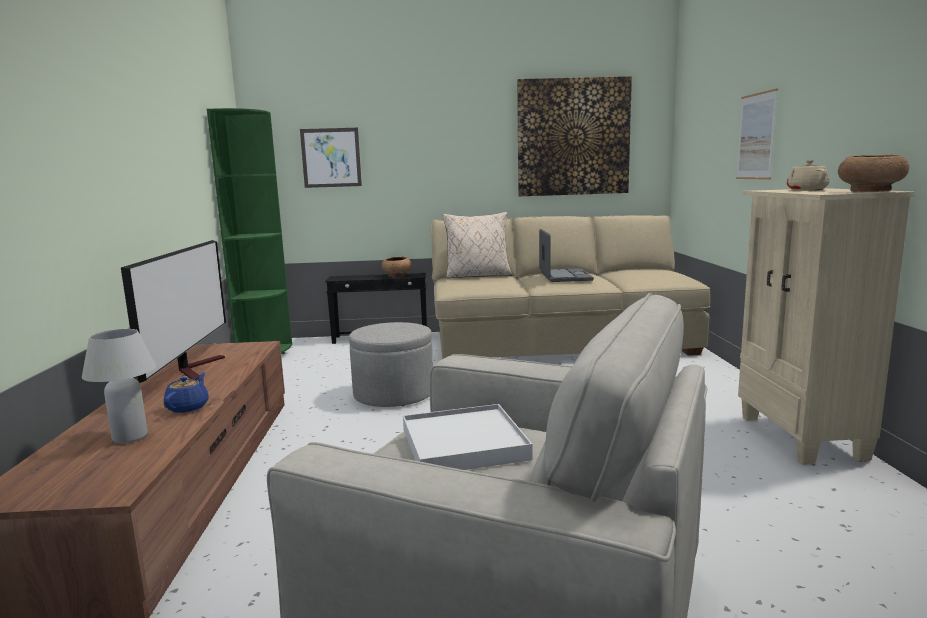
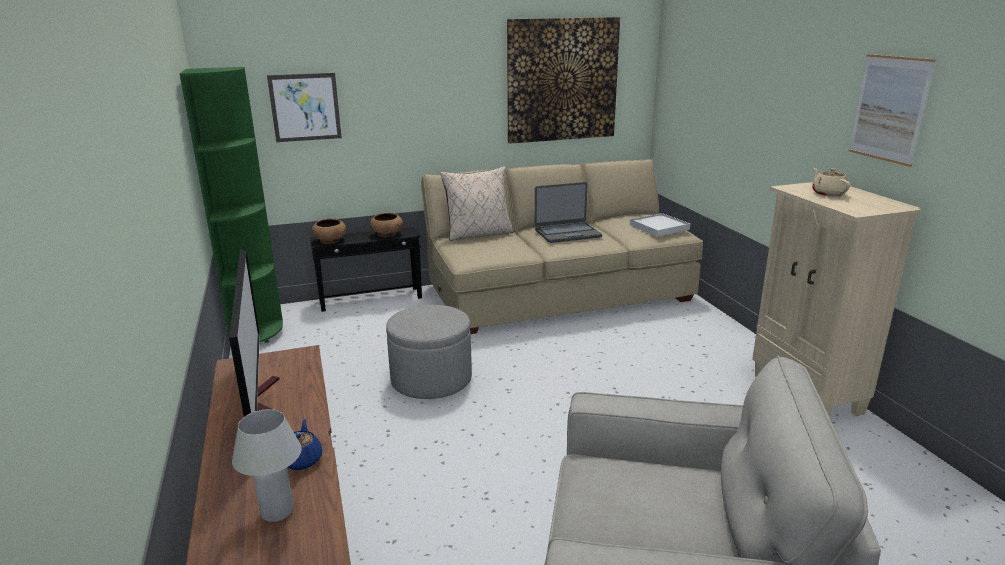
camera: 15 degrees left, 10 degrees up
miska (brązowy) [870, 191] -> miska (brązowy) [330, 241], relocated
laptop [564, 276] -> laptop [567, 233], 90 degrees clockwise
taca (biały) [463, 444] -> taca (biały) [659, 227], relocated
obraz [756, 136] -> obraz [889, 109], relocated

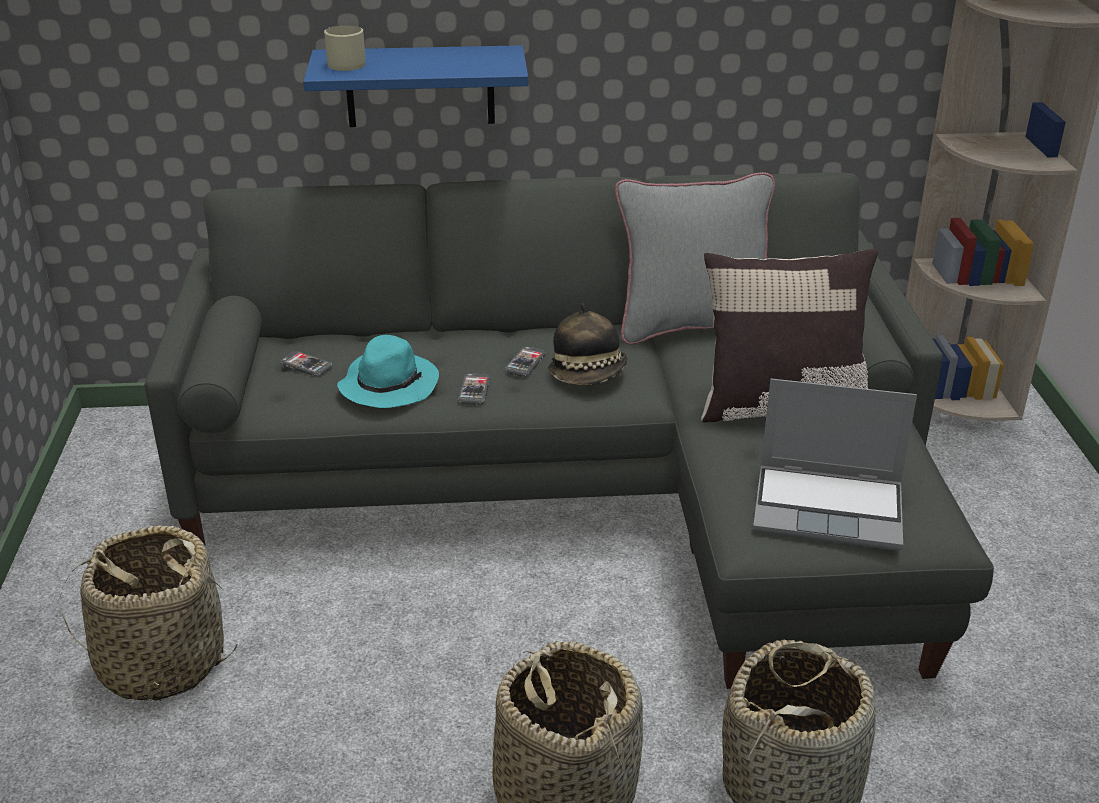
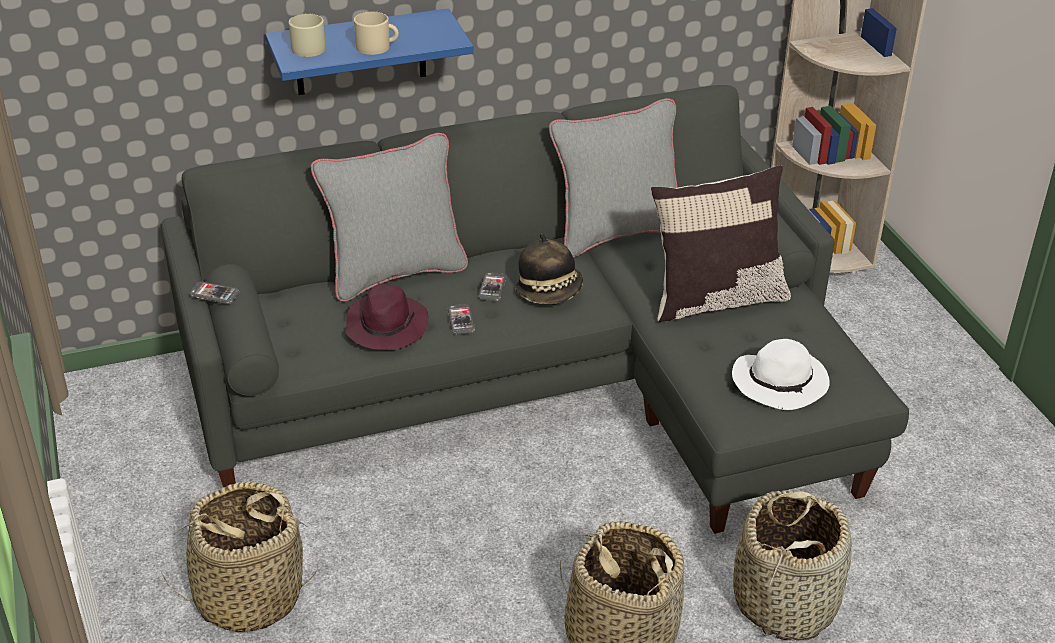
camera: 15 degrees left, 5 degrees up
telefon [306, 365] -> telefon [215, 294], relocated
none -> poduszka (szary) [395, 273]
kapelusz (turkusowy) [388, 385] -> kapelusz (fioletowy) [386, 326]
none -> kubek (beżowy) [377, 47]
laptop [830, 508] -> kapelusz (biały) [781, 382]

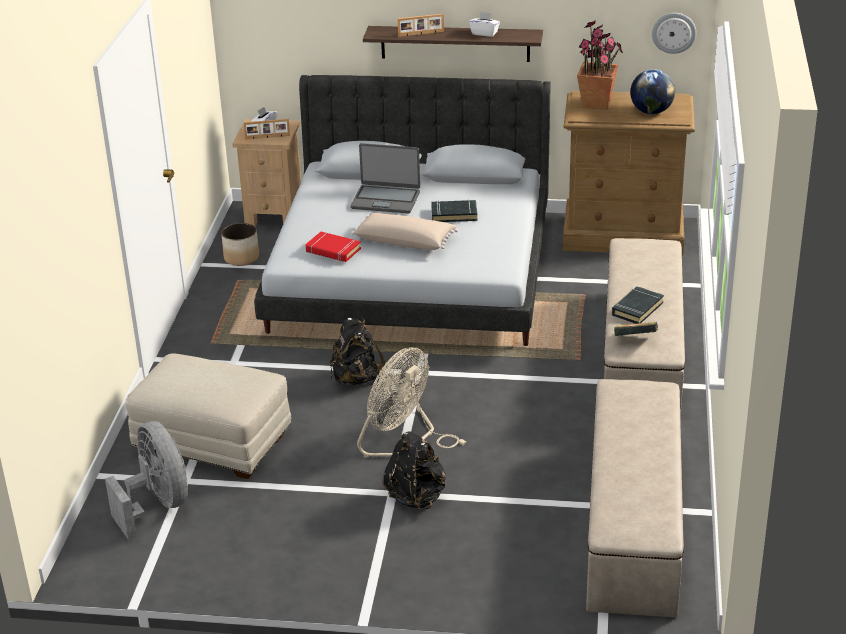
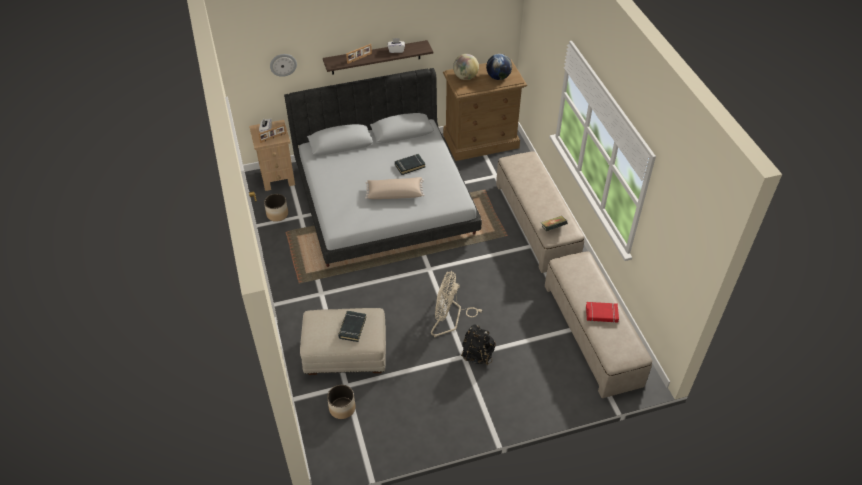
camera: 25 degrees left, 15 degrees up
zegar ścienny [673, 32] -> zegar ścienny [283, 64], relocated
wentylator (szary) [157, 505] -> donica [342, 408]
książka (czarny) [637, 309] -> książka (czarny) [352, 327], relocated
roślina doniczkowa [597, 103] -> globus [465, 77]
książka (czerwony) [333, 250] -> książka (czerwony) [601, 314], relocated
plecak (czarny) [356, 379] -> none
laptop [385, 200] -> none

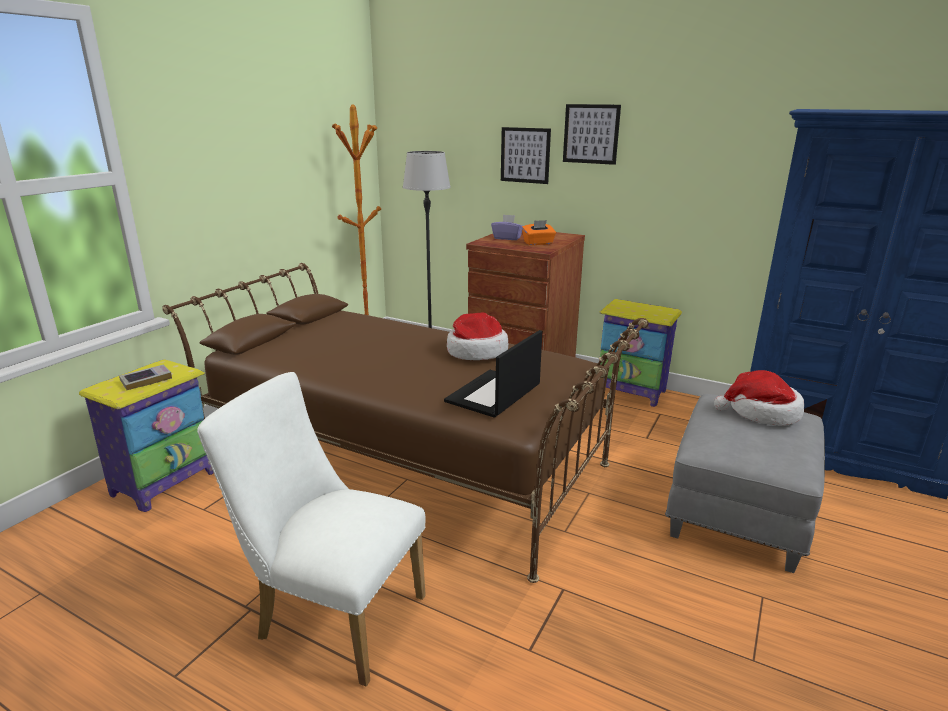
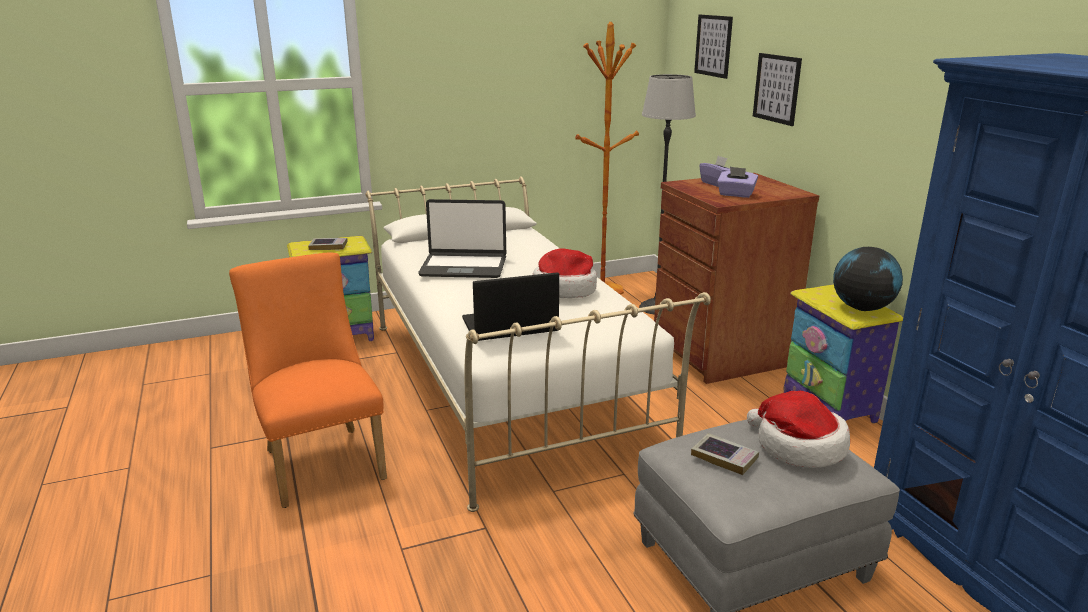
camera: 40 degrees right, 0 degrees up
krzesło (biały) [332, 615] -> krzesło (pomarańczowy) [321, 460]
łóżko (brązowy) [405, 462] -> łóżko (biały) [506, 385]
none -> laptop [464, 267]
none -> książka [724, 457]
obraz [591, 134] -> obraz [713, 45], relocated
pudełko chusteczek (pomarańczowy) [538, 243] -> pudełko chusteczek (fioletowy) [735, 194]
none -> globus [862, 308]

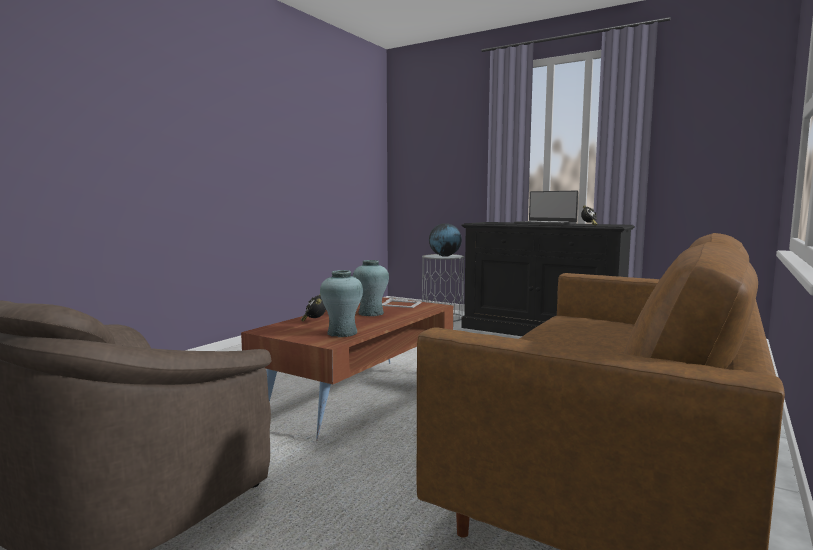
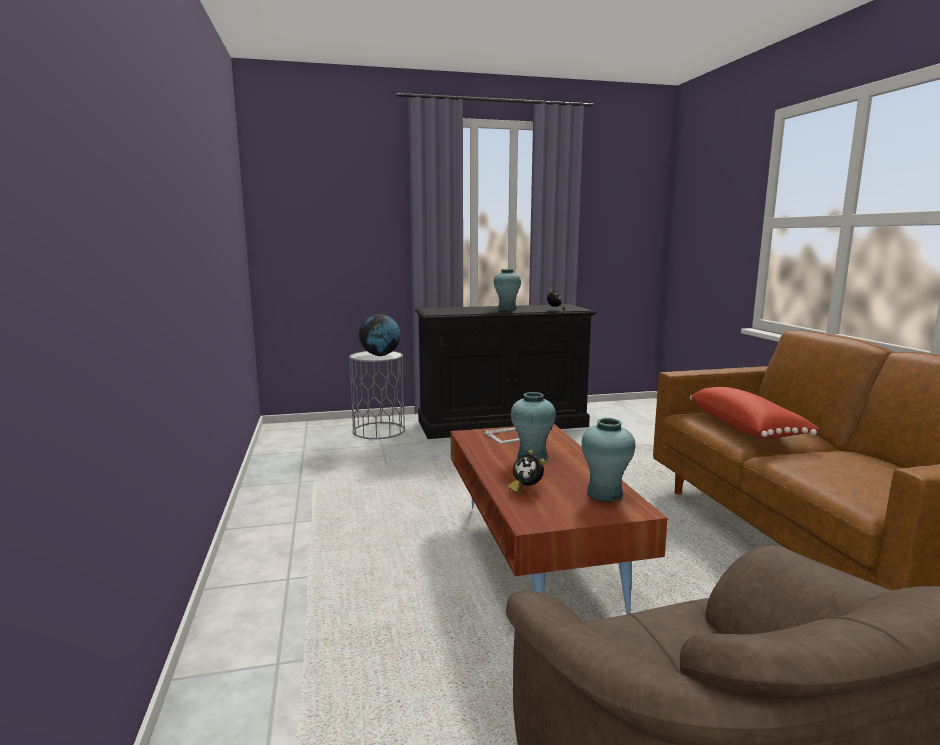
camera: 45 degrees left, 5 degrees up
laptop [545, 224] -> wazon (turkusowy) [507, 309]
none -> poduszka (czerwony) [746, 428]

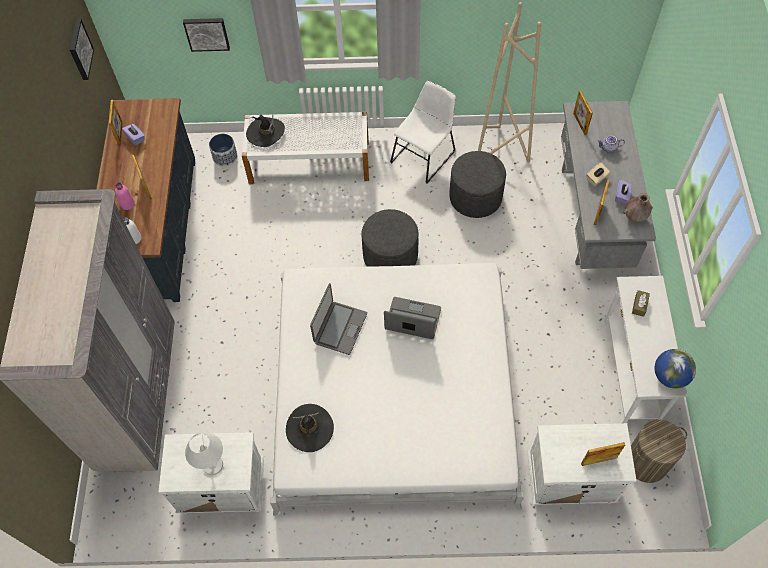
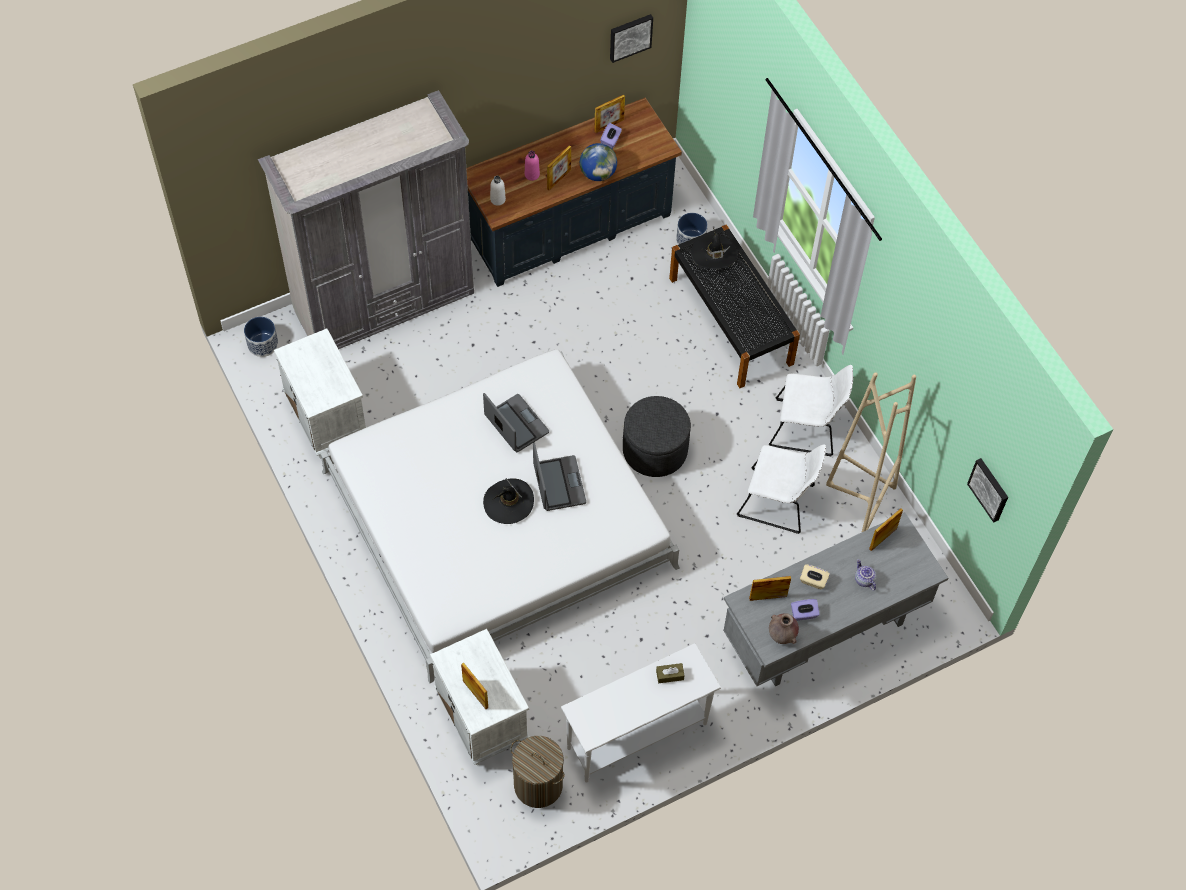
camera: 60 degrees right, 0 degrees up
none -> donica [263, 344]
laptop [340, 328] -> laptop [516, 424], 120 degrees counterclockwise
kapelusz (czarny) [309, 429] -> kapelusz (czarny) [508, 502], relocated
globus [669, 376] -> globus [597, 173], relocated
ławka (biały) [309, 162] -> ławka (czarny) [731, 321]
pufa (szary) [475, 197] -> krzesło (biały) [779, 502]
obraz [207, 33] -> obraz [989, 489], relocated
lampa stołowa (biały) [213, 465] -> none

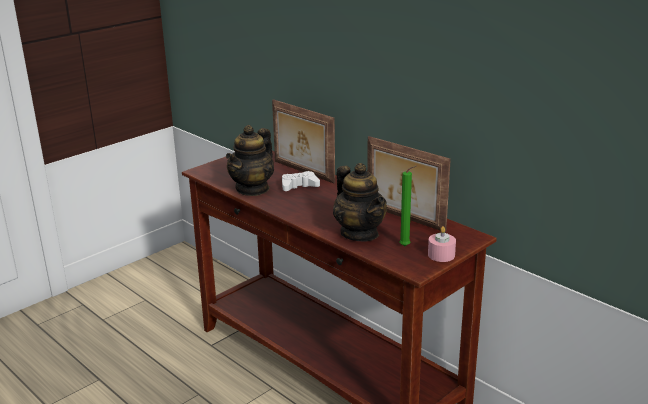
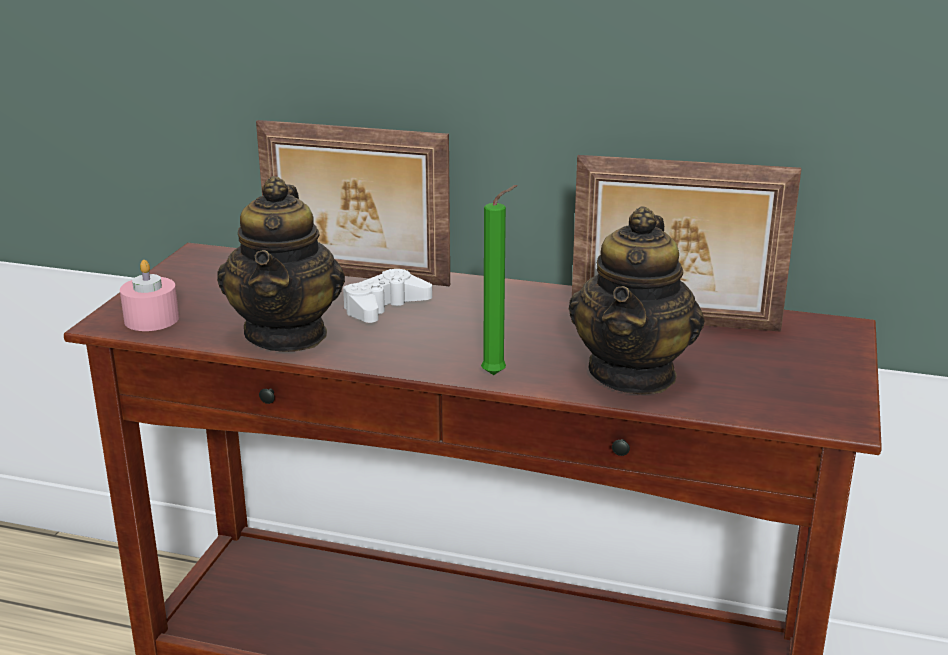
camera: 30 degrees left, 0 degrees up
świeca (różowy) [441, 255] -> świeca (różowy) [151, 319], relocated
świeca (zielony) [406, 246] -> świeca (zielony) [497, 375], relocated
imbryk [360, 233] -> imbryk [633, 373], 75 degrees clockwise

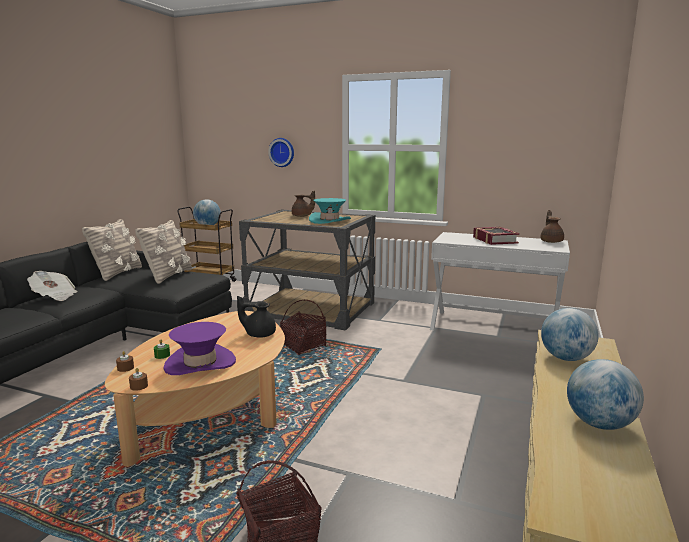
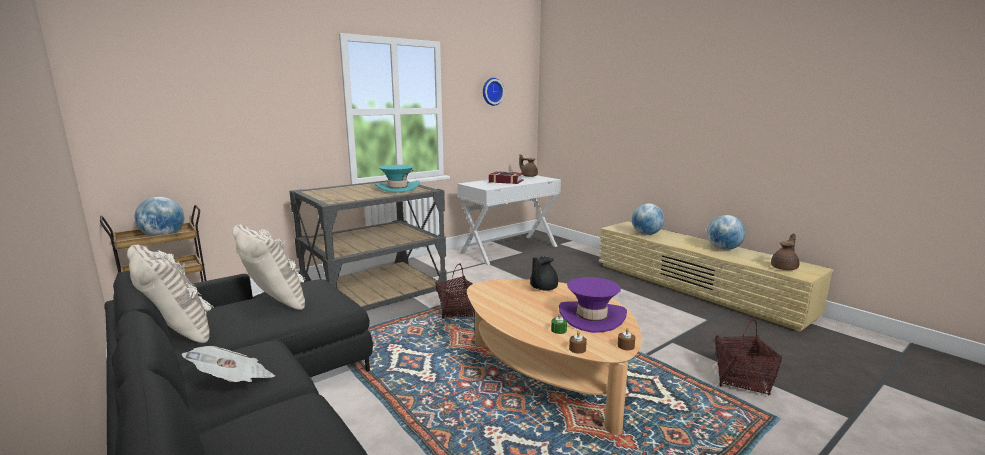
camera: 60 degrees left, 0 degrees up
zegar ścienny [282, 152] -> zegar ścienny [491, 91], relocated
imbryk (brązowy) [302, 216] -> imbryk (brązowy) [784, 268], relocated

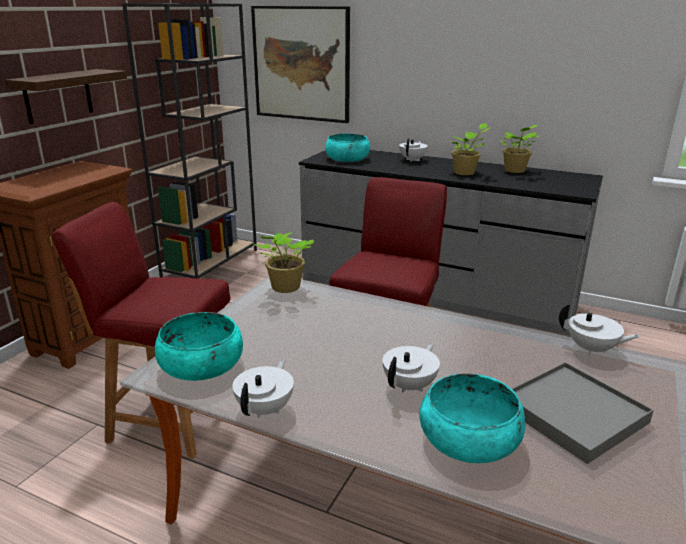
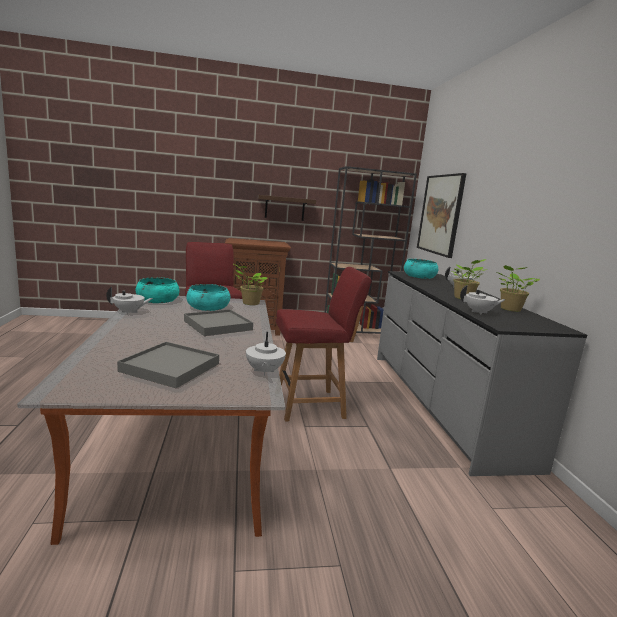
camera: 55 degrees right, 10 degrees down
none -> taca (szary) [218, 325]
miska (turkusowy) [469, 439] -> miska (turkusowy) [208, 307], relocated
imbryk (biały) [410, 385] -> imbryk (biały) [479, 312], relocated

